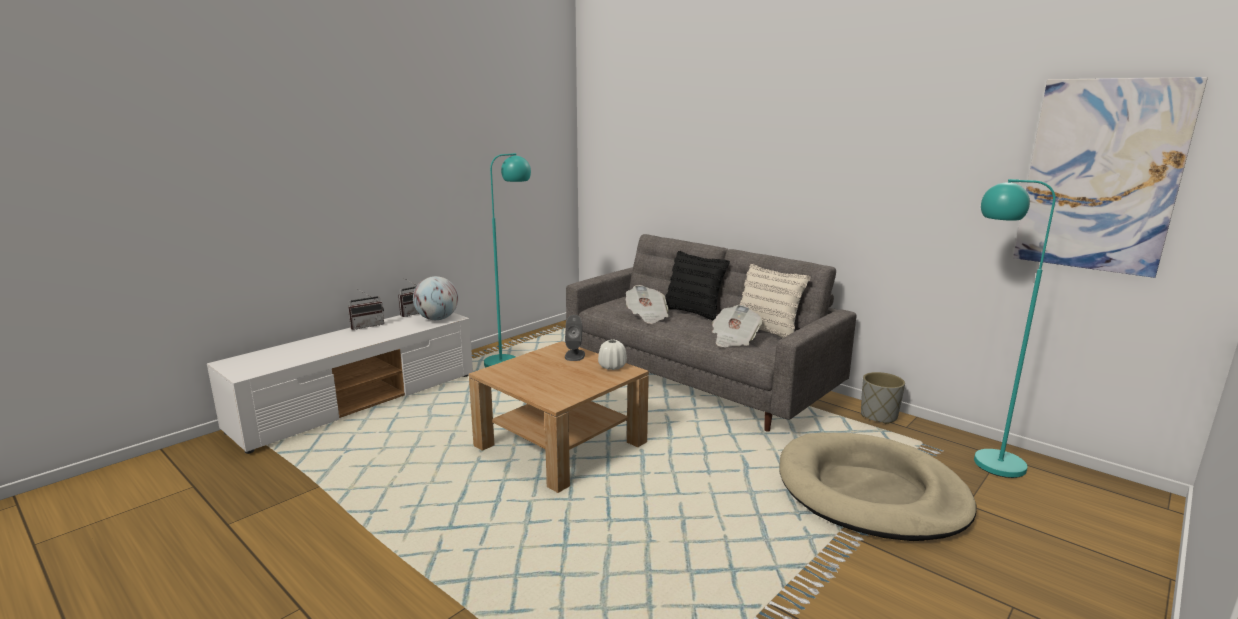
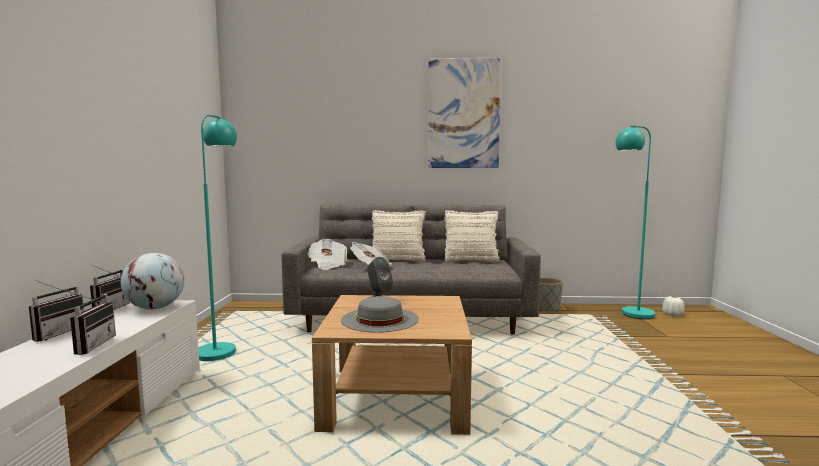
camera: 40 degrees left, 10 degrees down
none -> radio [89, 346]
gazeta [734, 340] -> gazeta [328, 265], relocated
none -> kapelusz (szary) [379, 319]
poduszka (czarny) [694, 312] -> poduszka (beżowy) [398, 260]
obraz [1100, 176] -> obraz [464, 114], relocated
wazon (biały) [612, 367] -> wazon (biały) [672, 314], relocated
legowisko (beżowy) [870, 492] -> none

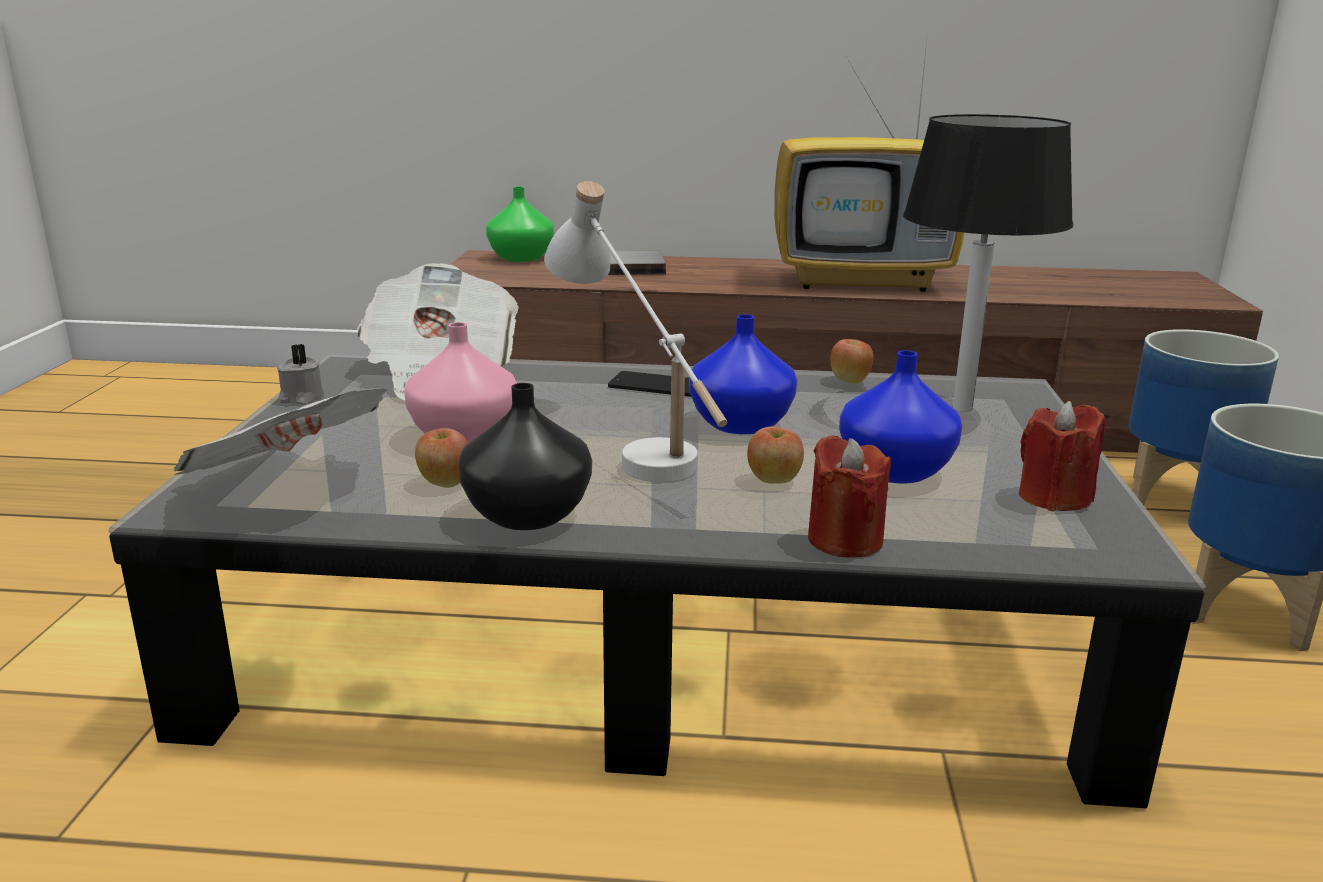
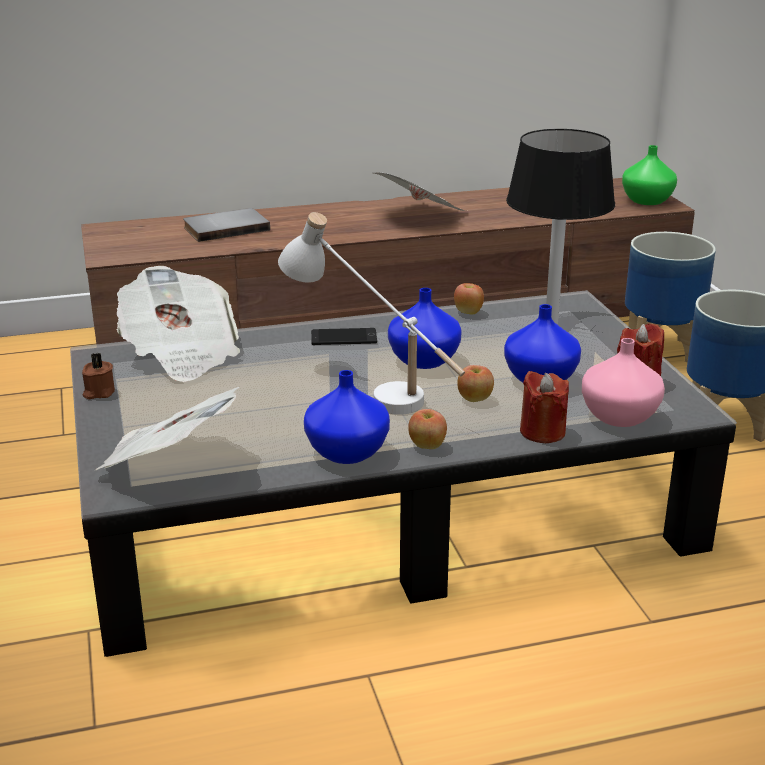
camera: 20 degrees left, 5 degrees up
świeca (szary) [301, 398] -> świeca (brązowy) [98, 392]
wazon (czarny) [530, 515] -> wazon (niebieski) [349, 452]
telewizor [863, 281] -> gazeta [421, 217]
jabłko [444, 483] -> jabłko [427, 446], relocated
wazon (różowy) [467, 435] -> wazon (różowy) [620, 416], relocated
wazon (zielony) [521, 257] -> wazon (zielony) [646, 200], relocated

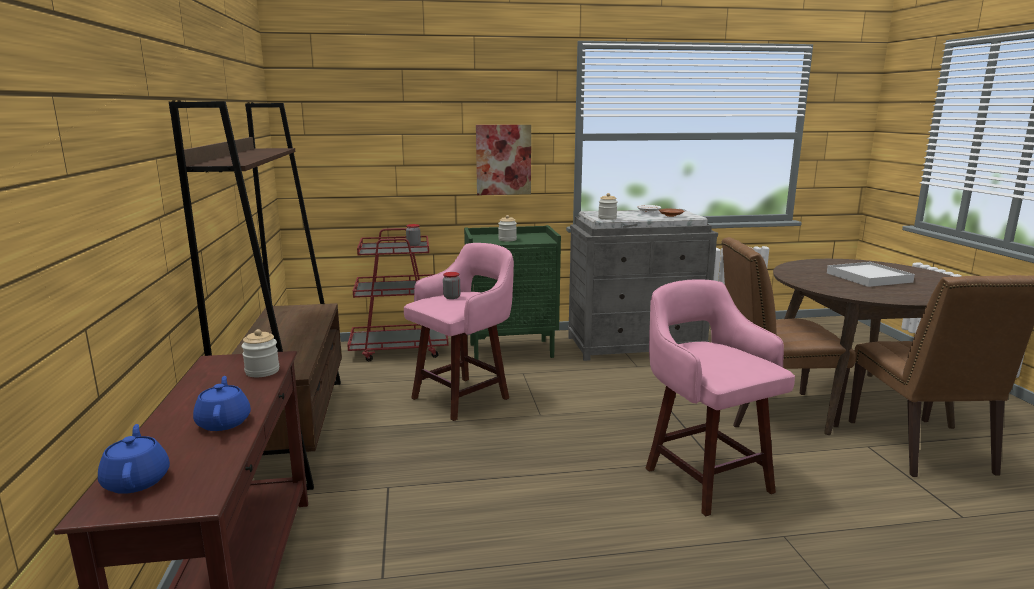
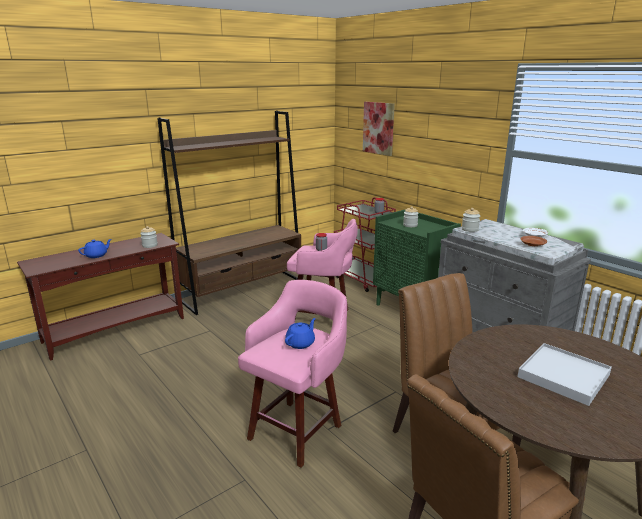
camera: 60 degrees right, 5 degrees up
imbryk (niebieski) [137, 480] -> imbryk (niebieski) [300, 343], relocated
obraz [503, 159] -> obraz [378, 128], relocated

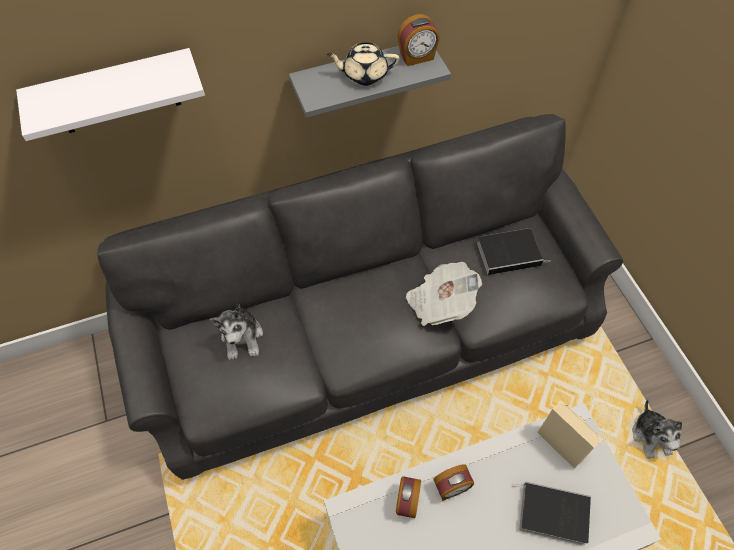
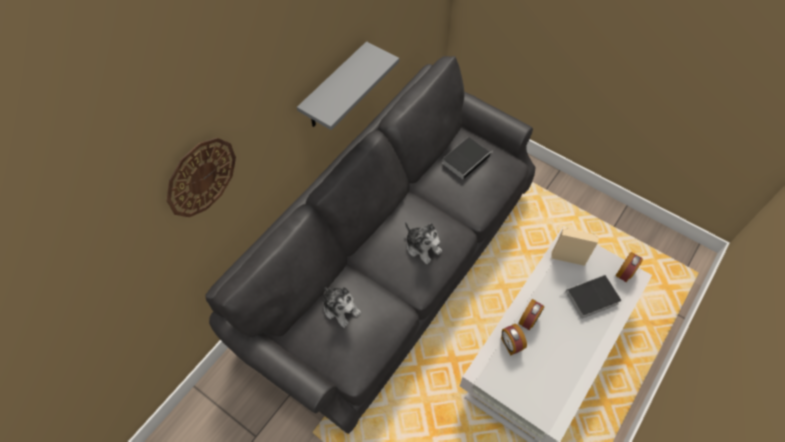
camera: 35 degrees left, 0 degrees up
półka (biały) [115, 93] -> zegar ścienny [201, 177]
pluszak [651, 436] -> pluszak [422, 247], relocated
budzik [417, 57] -> budzik [625, 272], relocated
imbryk (beżowy) [364, 75] -> none
gazeta [440, 302] -> none

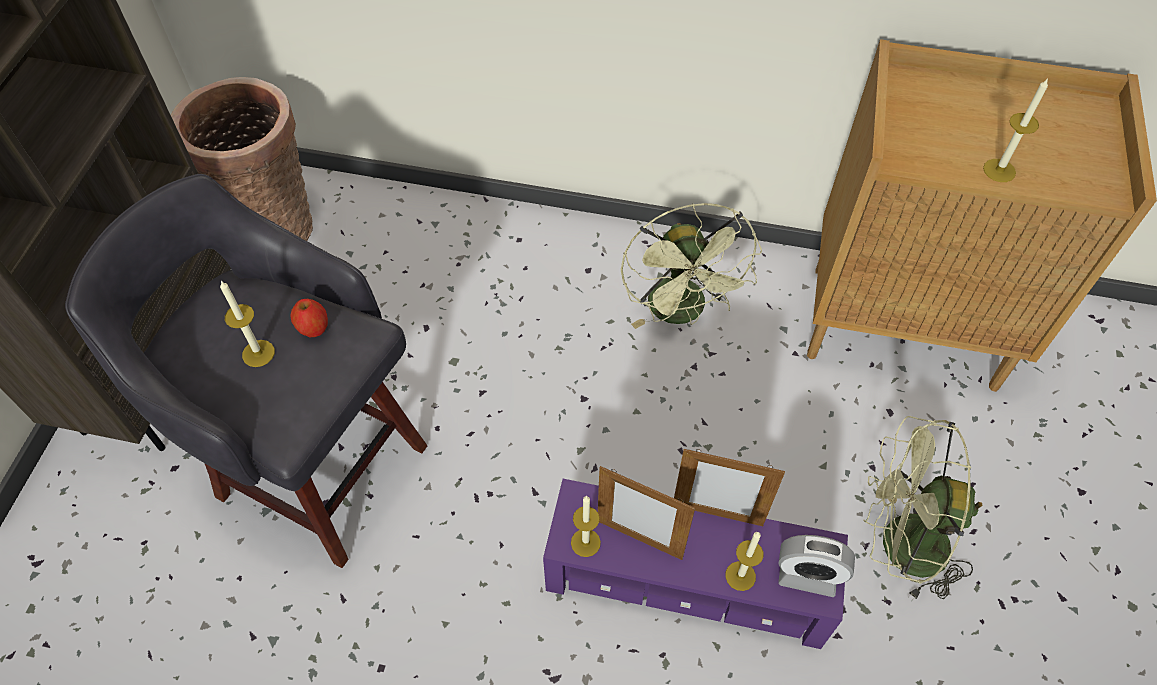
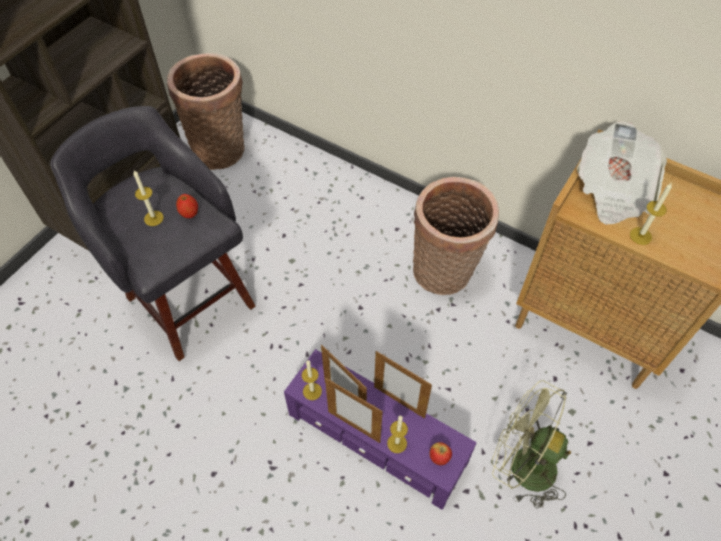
camera: 20 degrees right, 0 degrees up
none -> ramka na zdjęcie [354, 426]
wentylator (zielony) [682, 312] -> koszyk [445, 273]
budzik [807, 575] -> jabłko [439, 458]
none -> gazeta [613, 191]

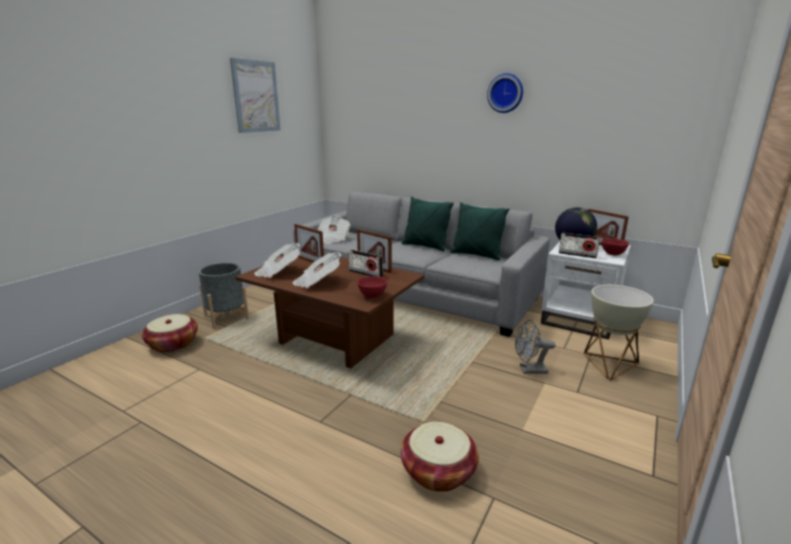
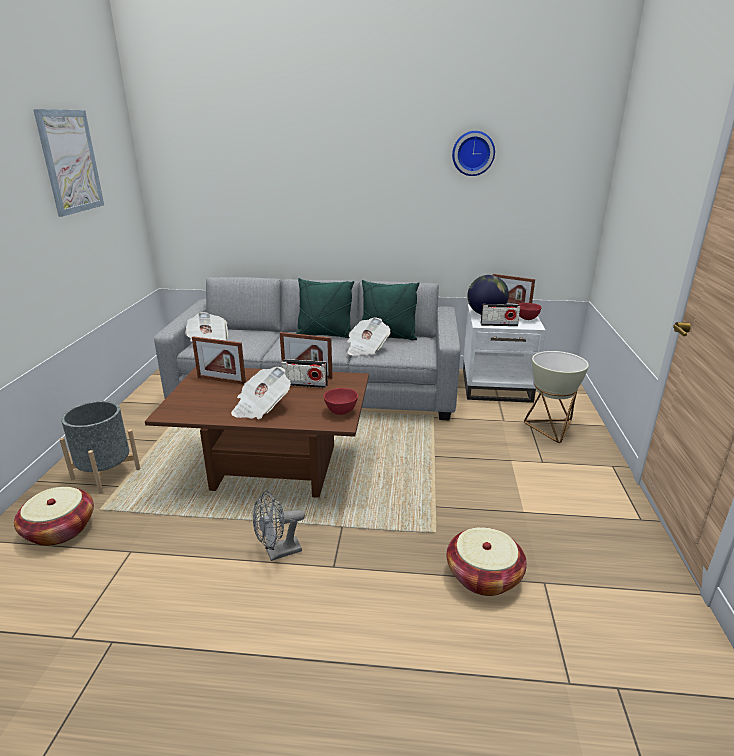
camera: 25 degrees left, 5 degrees up
wentylator (szary) [529, 370] -> wentylator (szary) [278, 552], relocated
gazeta [278, 272] -> gazeta [366, 348], relocated
zegar ścienny [506, 93] -> zegar ścienny [473, 153], relocated

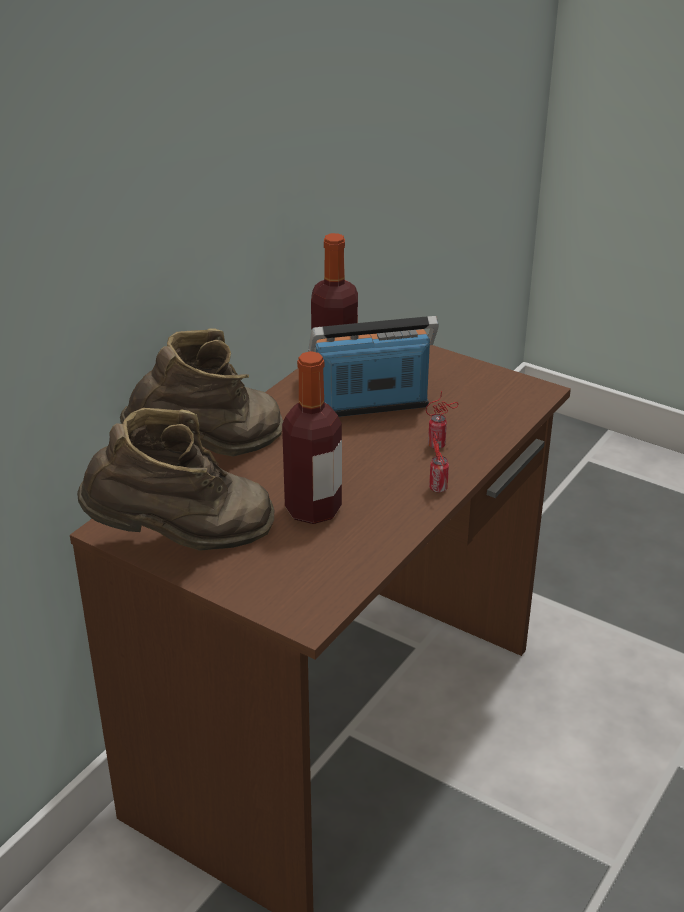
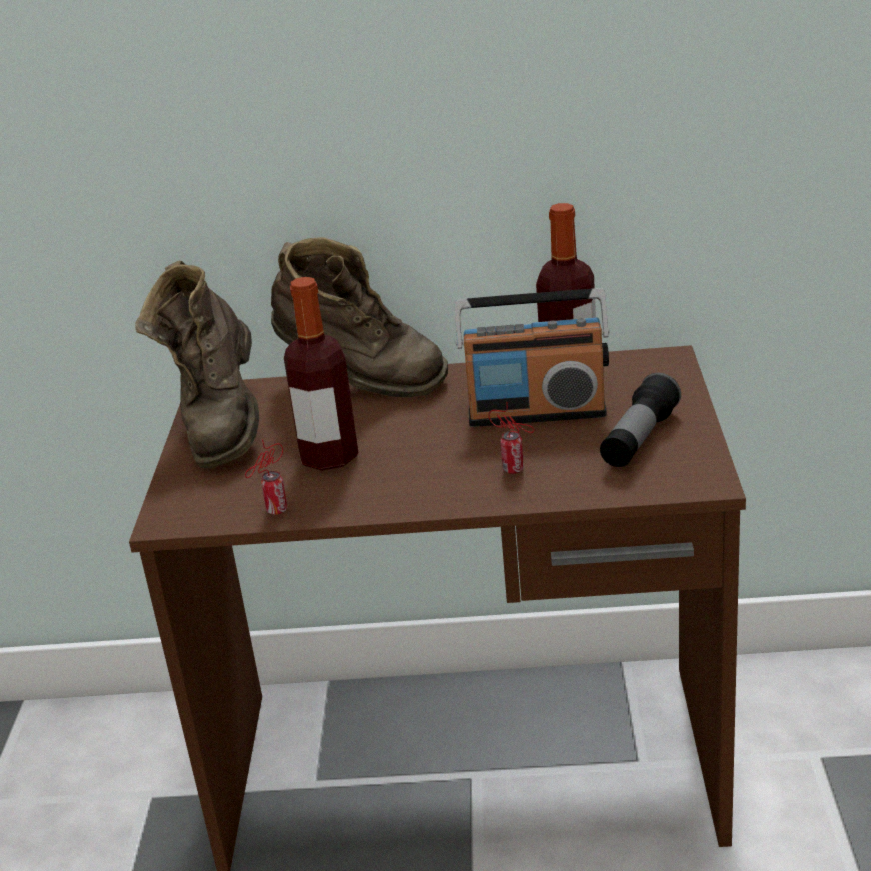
camera: 60 degrees right, 5 degrees down
but z cholewką (brązowy) [183, 541] -> but z cholewką (brązowy) [221, 426], 45 degrees clockwise
puszka [438, 490] -> puszka [274, 511], relocated
radio [370, 407] -> radio [536, 412], 135 degrees clockwise
none -> latarka [639, 439]

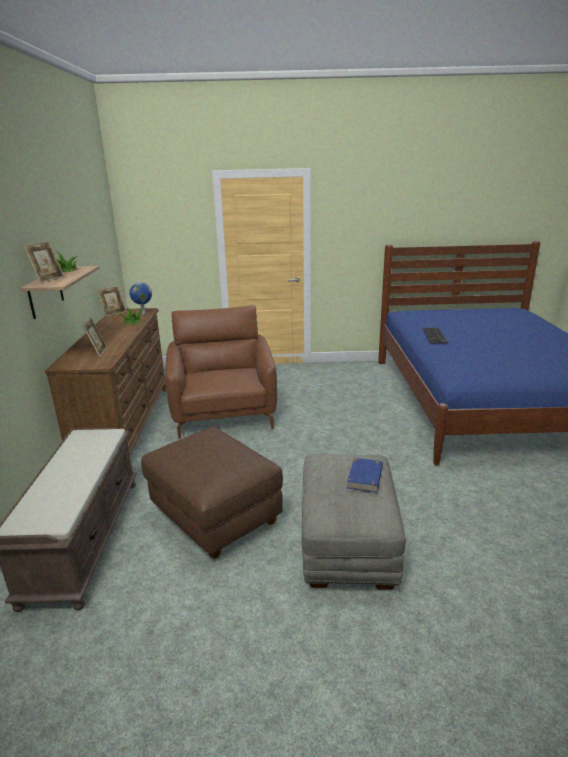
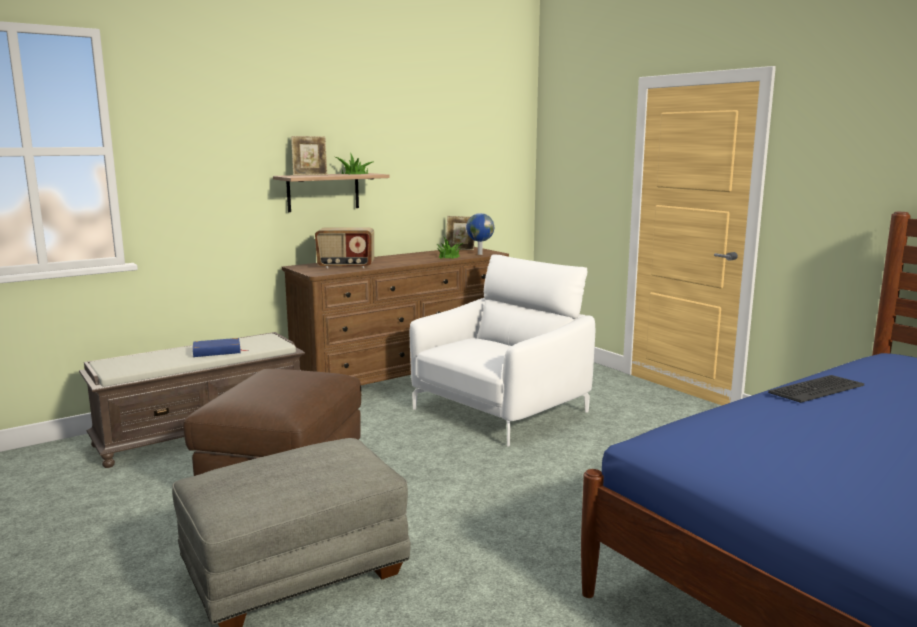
camera: 55 degrees right, 10 degrees down
książka (niebieski) [365, 477] -> książka (niebieski) [217, 351], relocated
ramka na zdjęcie [98, 352] -> radio [346, 266]
fotel (brązowy) [224, 414] -> fotel (biały) [500, 410]

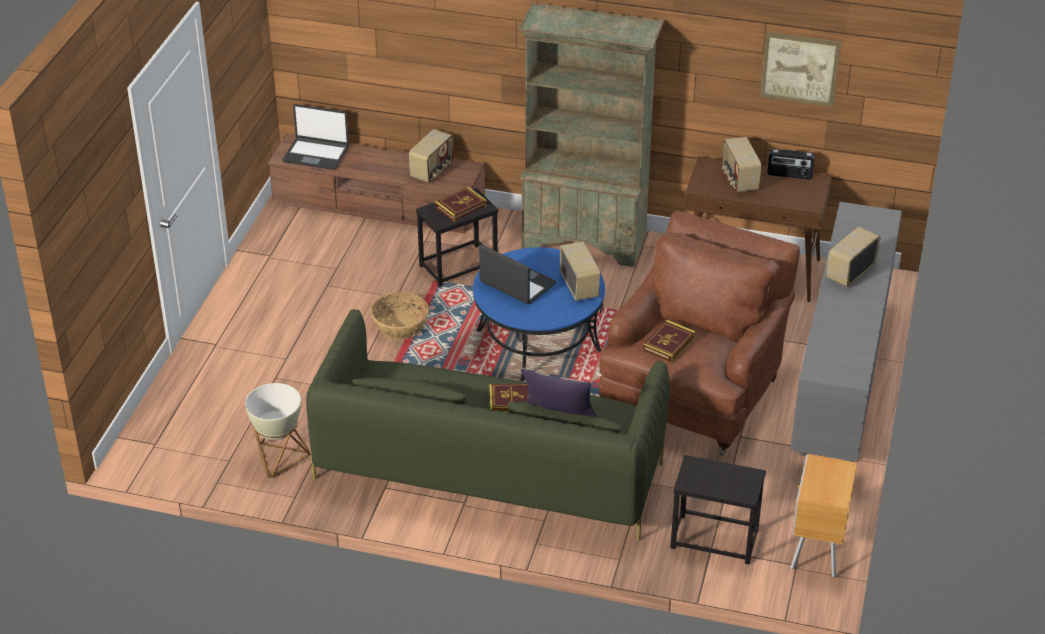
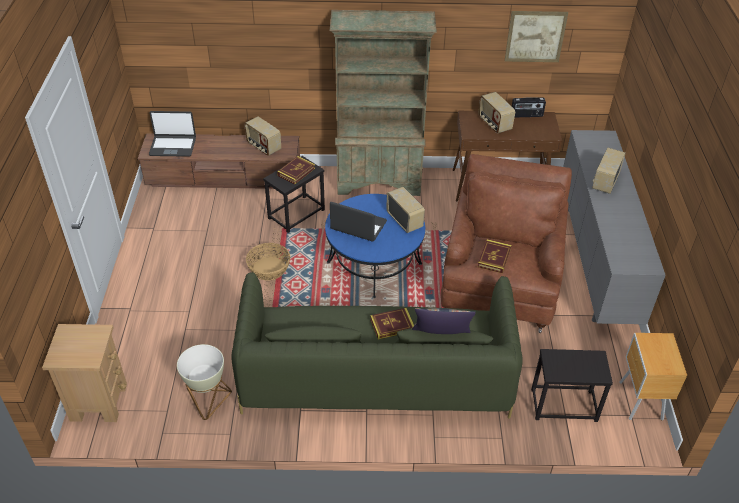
camera: 15 degrees left, 5 degrees up
none -> szafka nocna (beżowy) [100, 401]
radio [432, 171] -> radio [263, 147], 120 degrees clockwise

